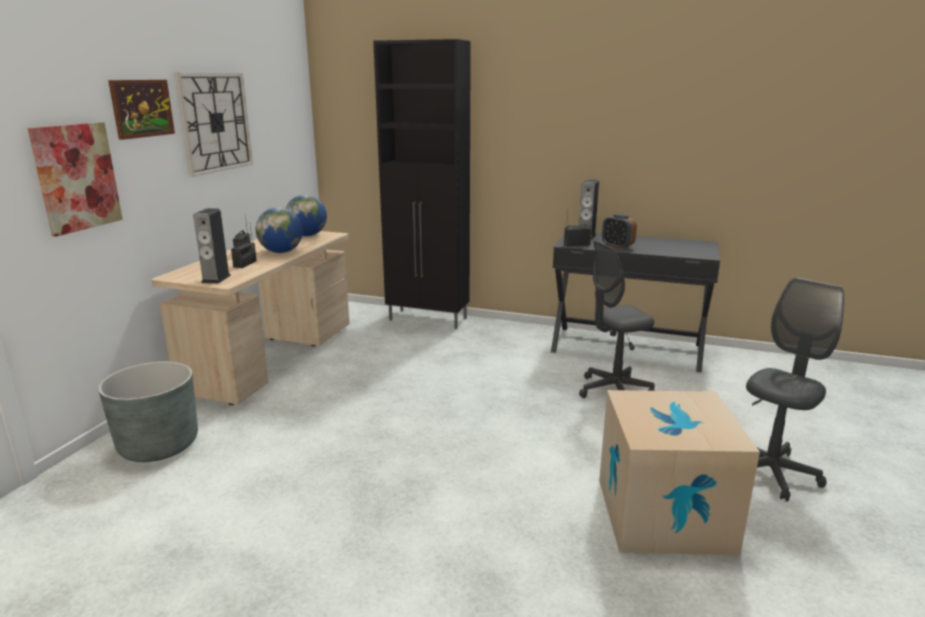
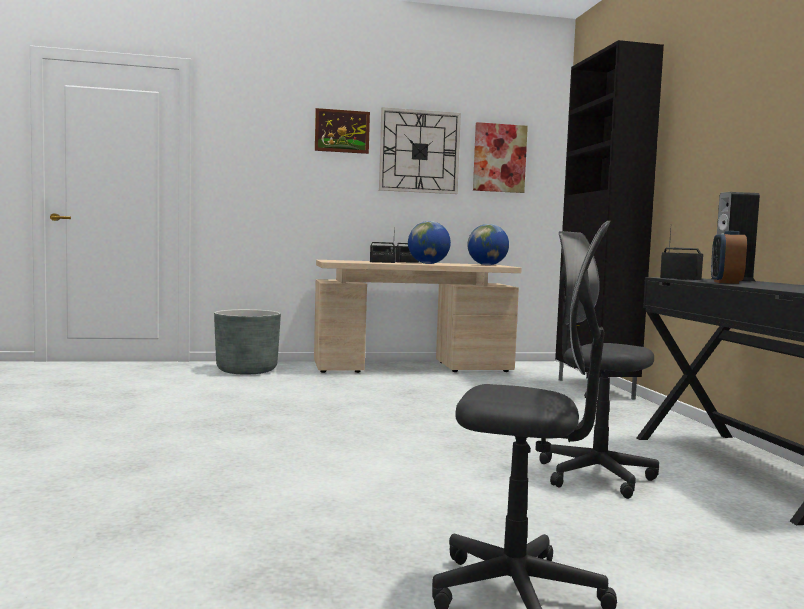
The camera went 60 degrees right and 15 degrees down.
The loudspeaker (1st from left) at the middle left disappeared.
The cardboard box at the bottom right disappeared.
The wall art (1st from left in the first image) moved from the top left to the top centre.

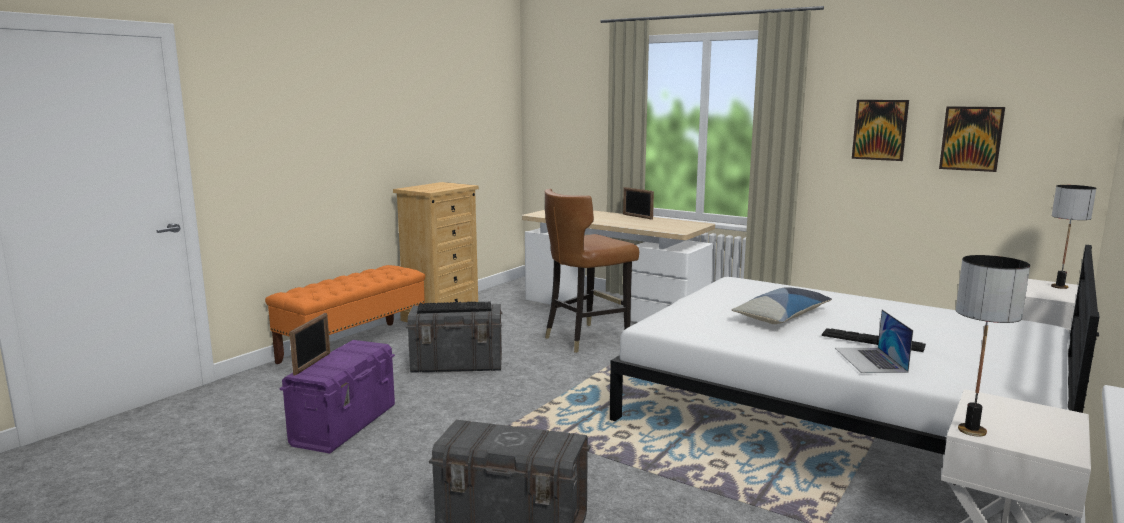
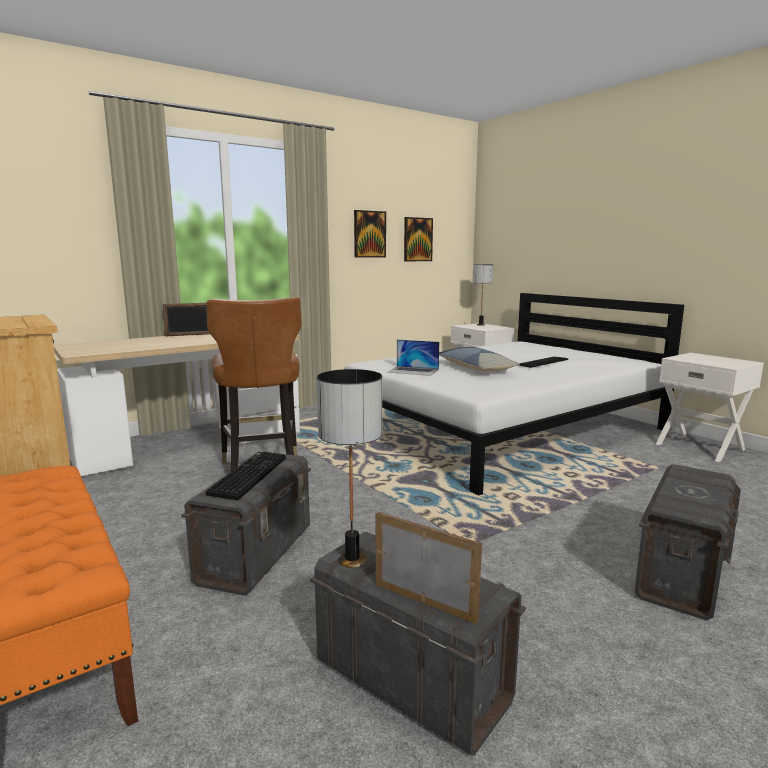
The camera went 70 degrees left and 0 degrees up.
The notebook computer moved from the middle right to the centre.
The tabletop lamp (1st from left) moved from the middle right to the centre.
The storage box (purplish) at the bottom left became the storage box (grey) (2nd from left) at the bottom centre.

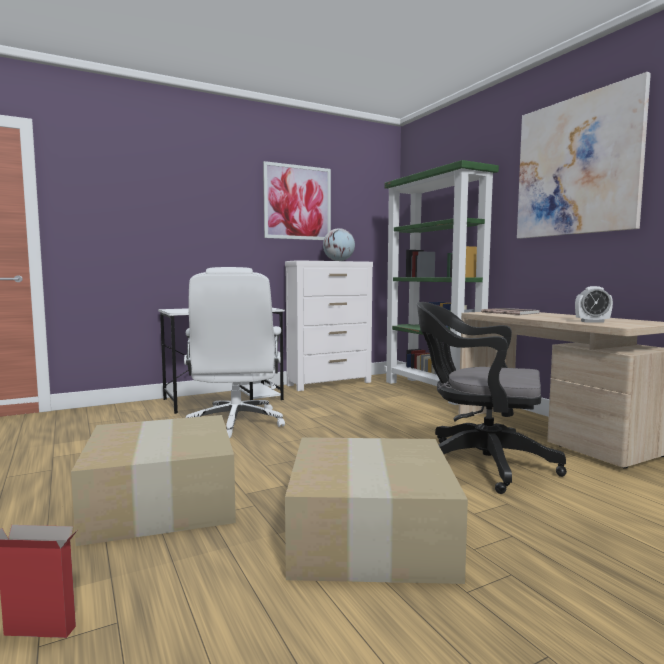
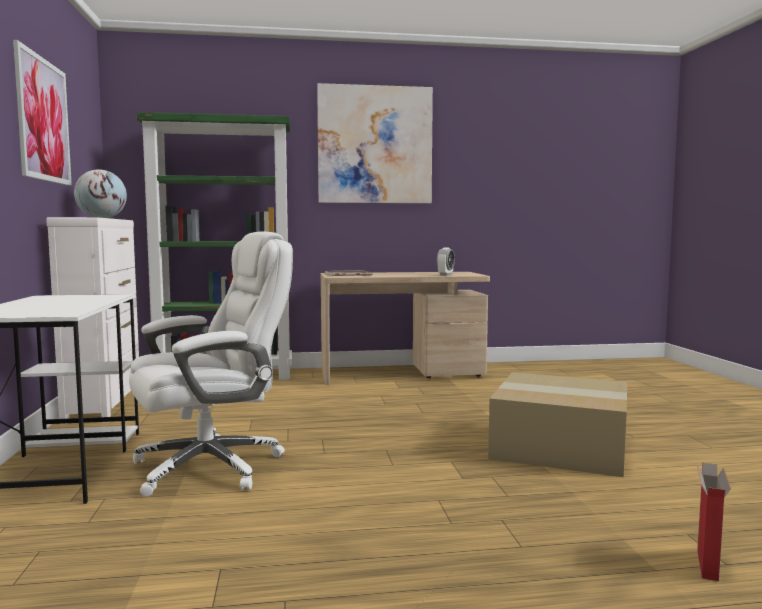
The camera went 70 degrees left and 0 degrees up.
The cardboard box (2nd from left) at the bottom left disappeared.
The computer chair (black) at the middle right disappeared.
The computer chair (white) at the centre turned 45 degrees counterclockwise.

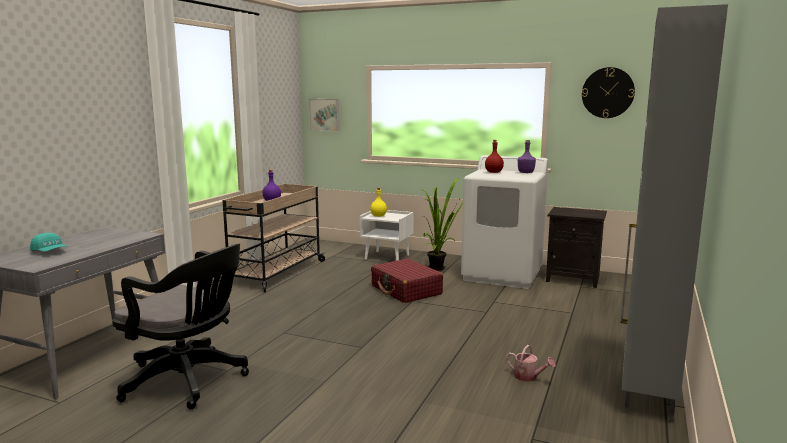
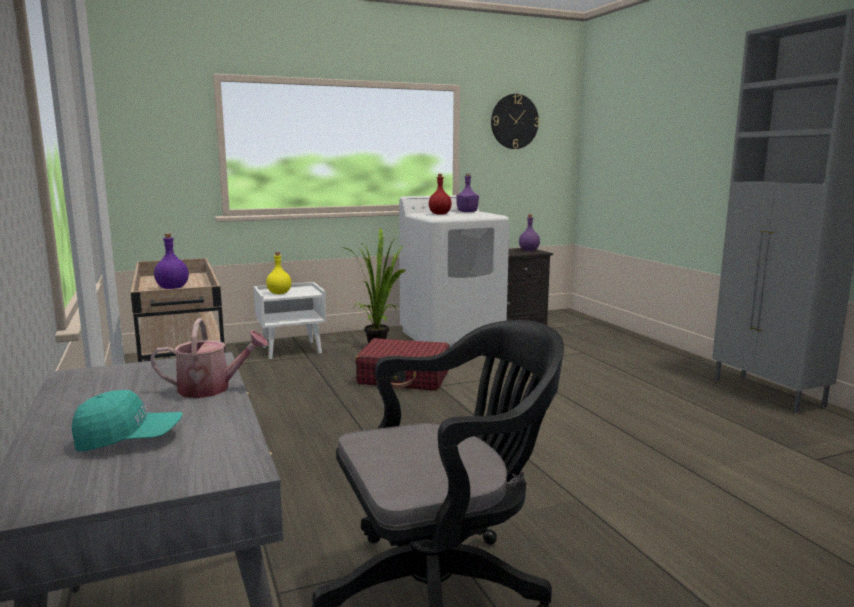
The camera went 45 degrees left and 0 degrees up.
The wall art at the top centre disappeared.
The bottle (purplish) (3rd from left) at the centre appeared.
The watering pot moved from the bottom right to the middle left.

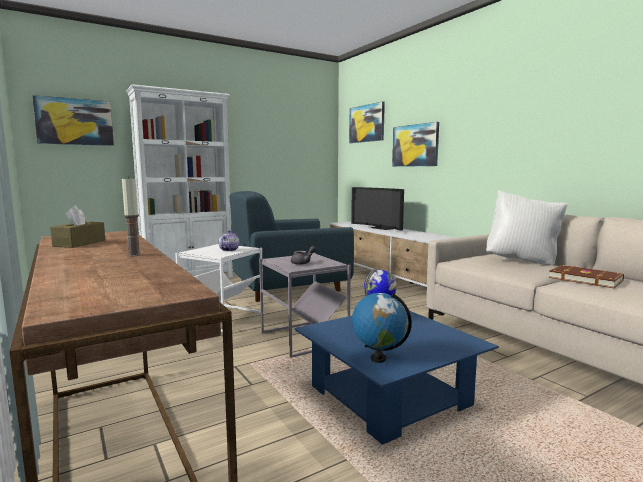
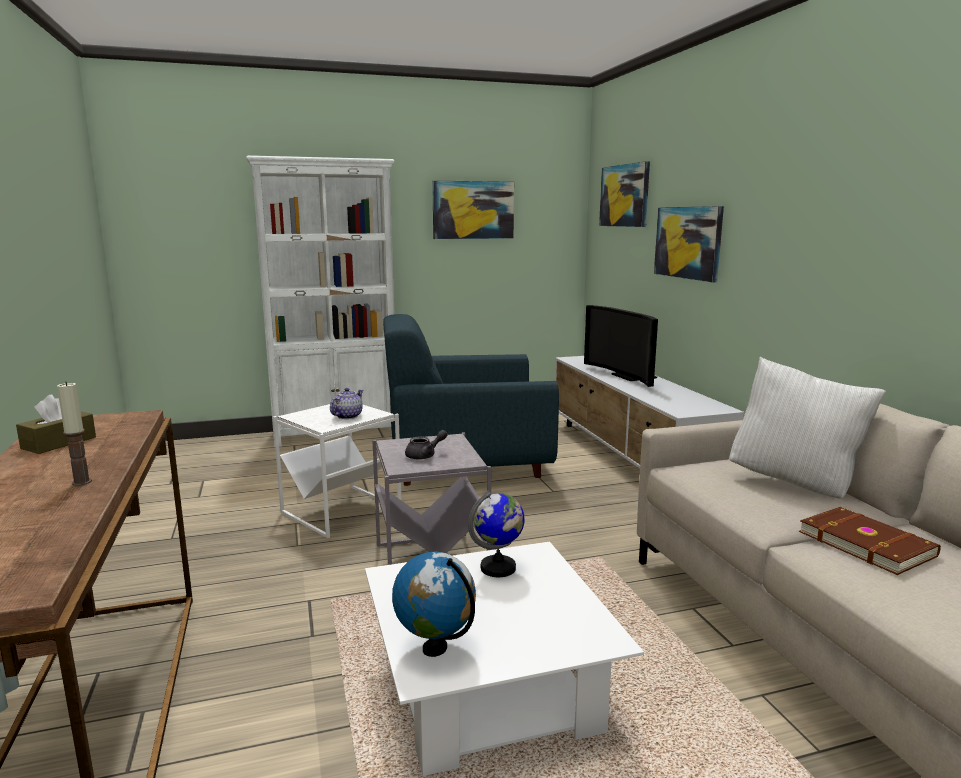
The camera went 15 degrees right and 5 degrees up.
The wall art (1st from left) moved from the top left to the top centre.
The lounge table (bluish) at the bottom centre became the lounge table (white) at the bottom centre.

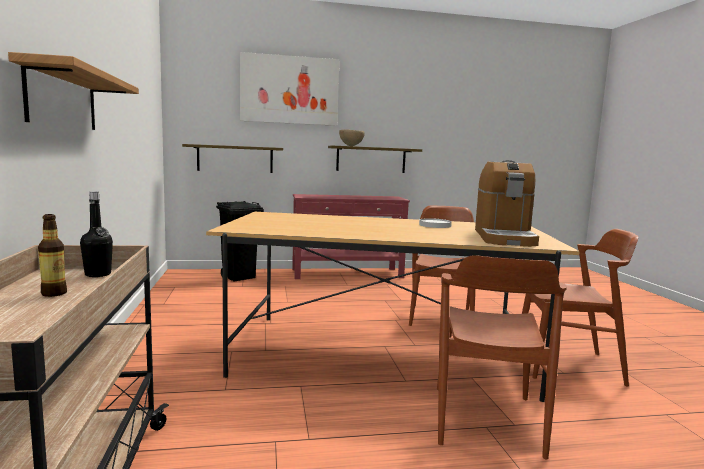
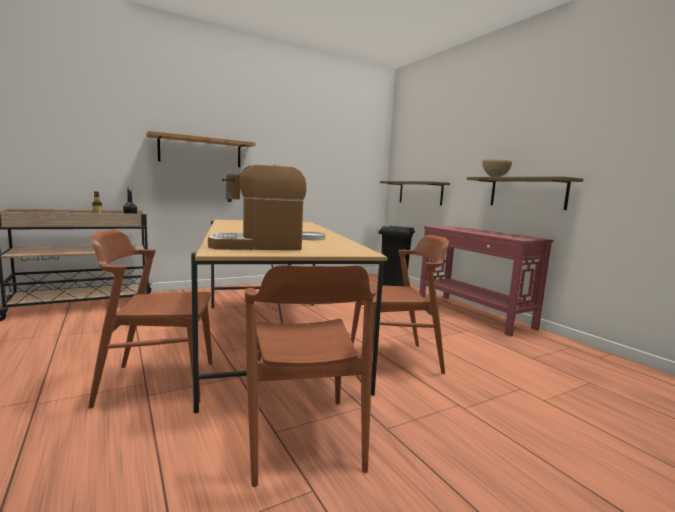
The camera went 70 degrees right and 0 degrees up.
The wall art at the top centre disappeared.

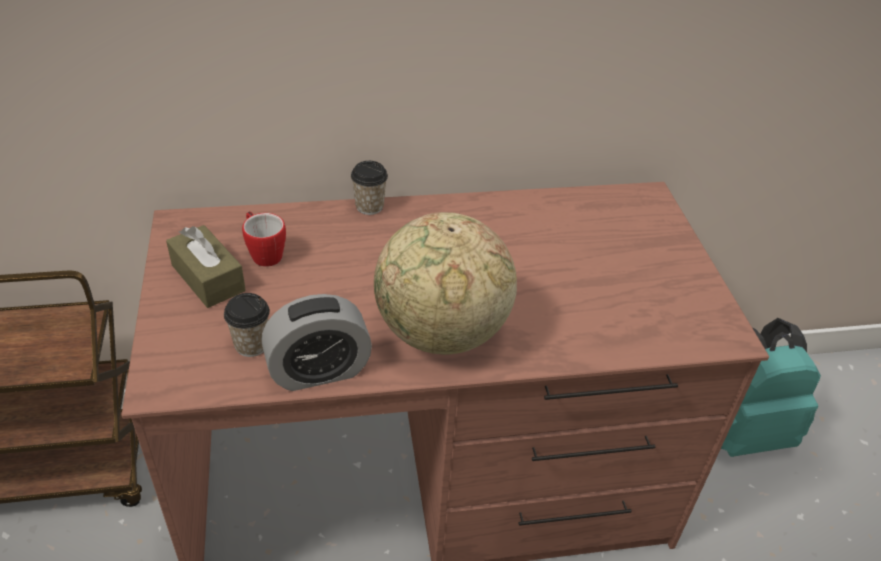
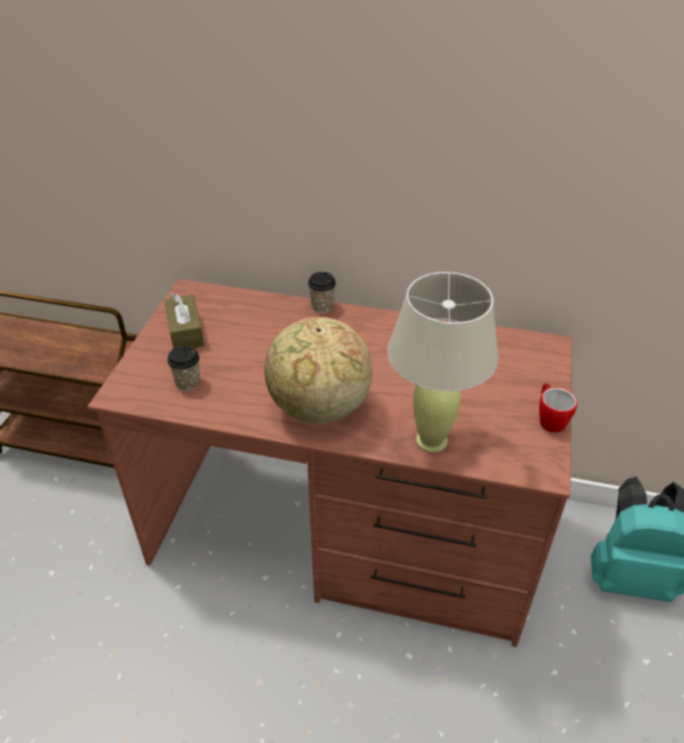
The camera went 25 degrees right and 0 degrees up.
The bedside clock at the centre disappeared.
The tabletop lamp (beige-coloured) at the centre appeared.
The coffee mug moved from the middle left to the middle right.

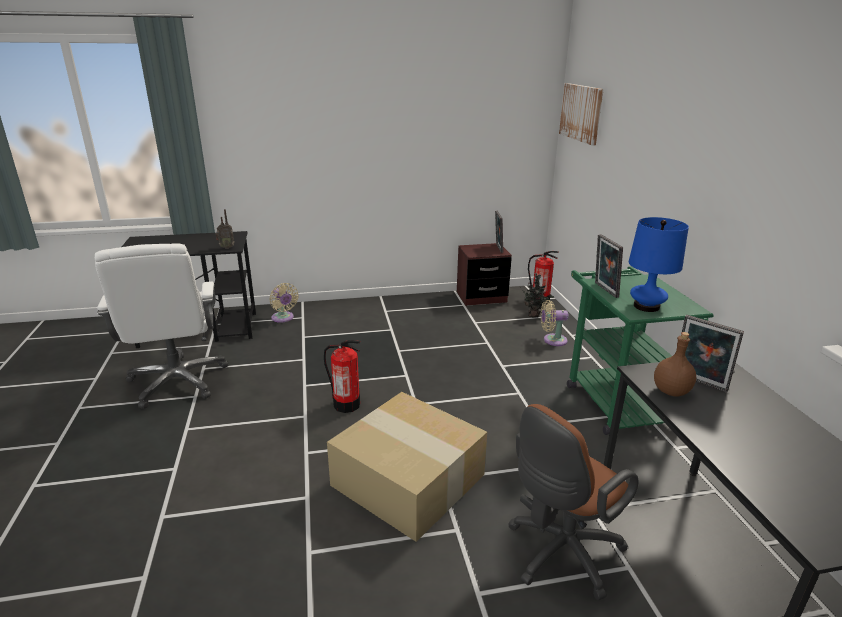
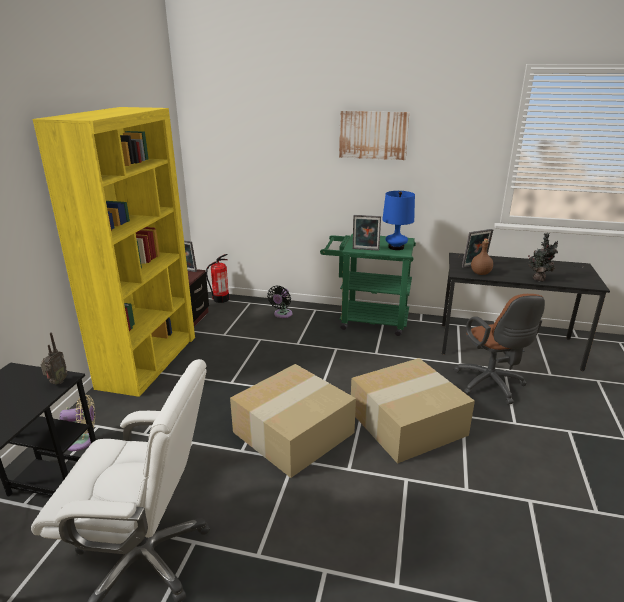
The camera went 65 degrees left and 0 degrees up.
The bookcase (yellowish) at the middle left appeared.
The houseplant moved from the centre to the middle right.
The wall art moved from the top right to the top centre.
The extinguisher (1st from left) at the centre was replaced by the cardboard box (1st from left) at the bottom centre.
The fan (beige-coloured) (2nd from left) at the centre became the fan (black) at the centre.

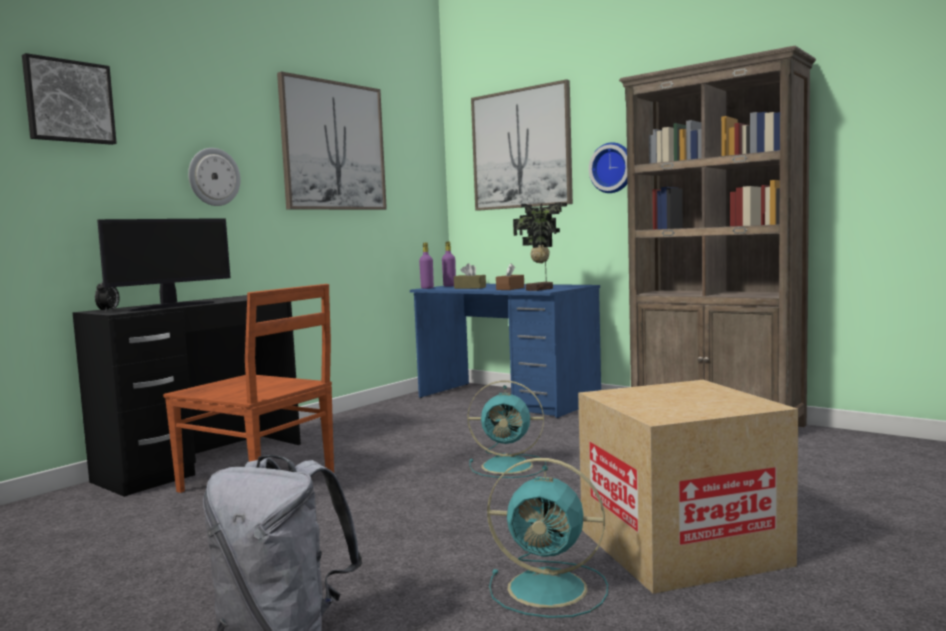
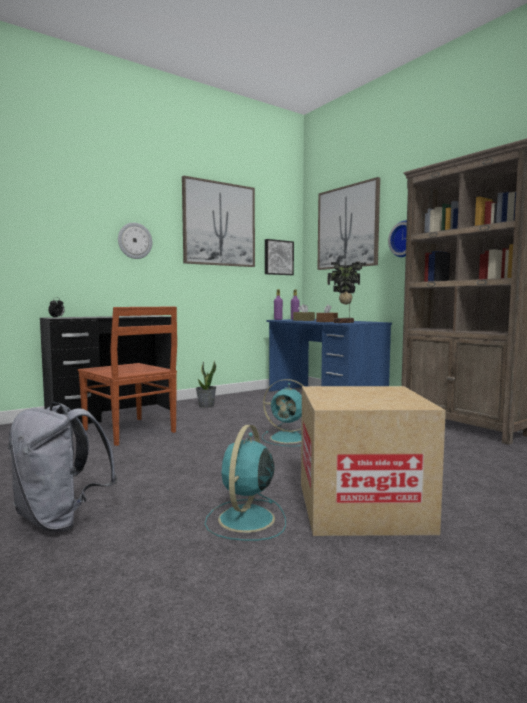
The camera went 15 degrees right and 0 degrees up.
The computer display at the middle left disappeared.
The houseplant (1st from left) at the centre appeared.
The wall art (1st from left in the first image) moved from the top left to the centre.
The fan (turquoise) (2nd from left in the first image) at the bottom centre turned 75 degrees clockwise.

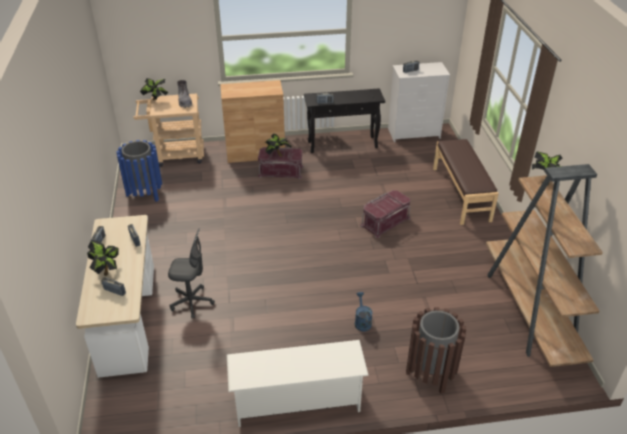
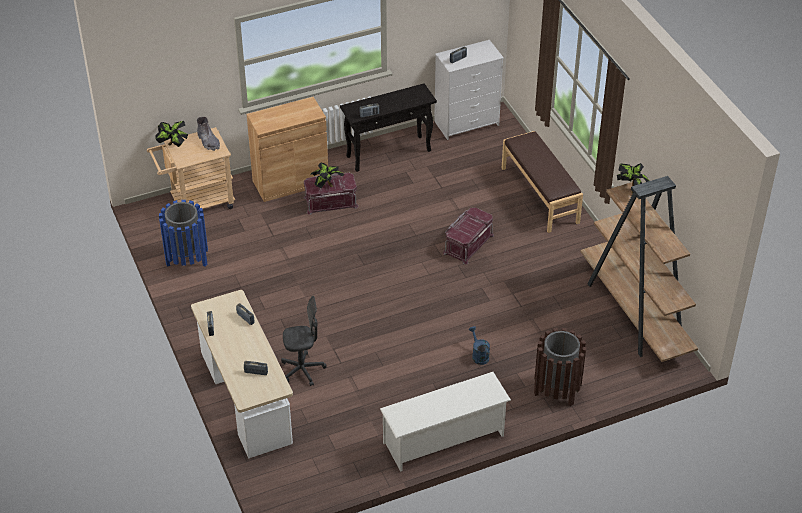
The camera went 15 degrees left and 5 degrees up.
The houseplant (1st from left) at the middle left disappeared.

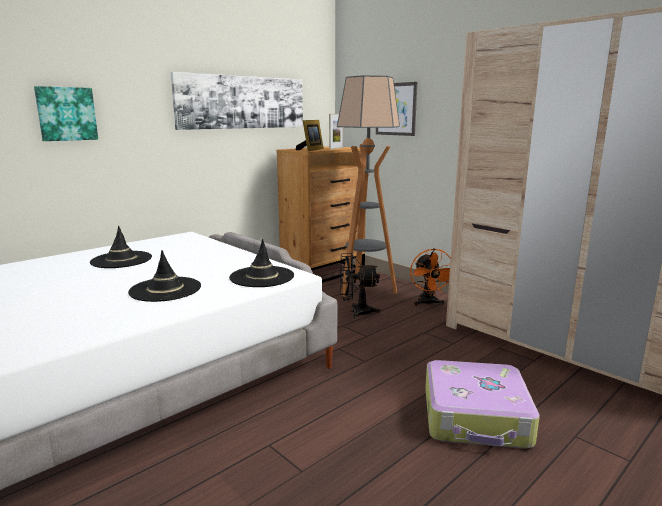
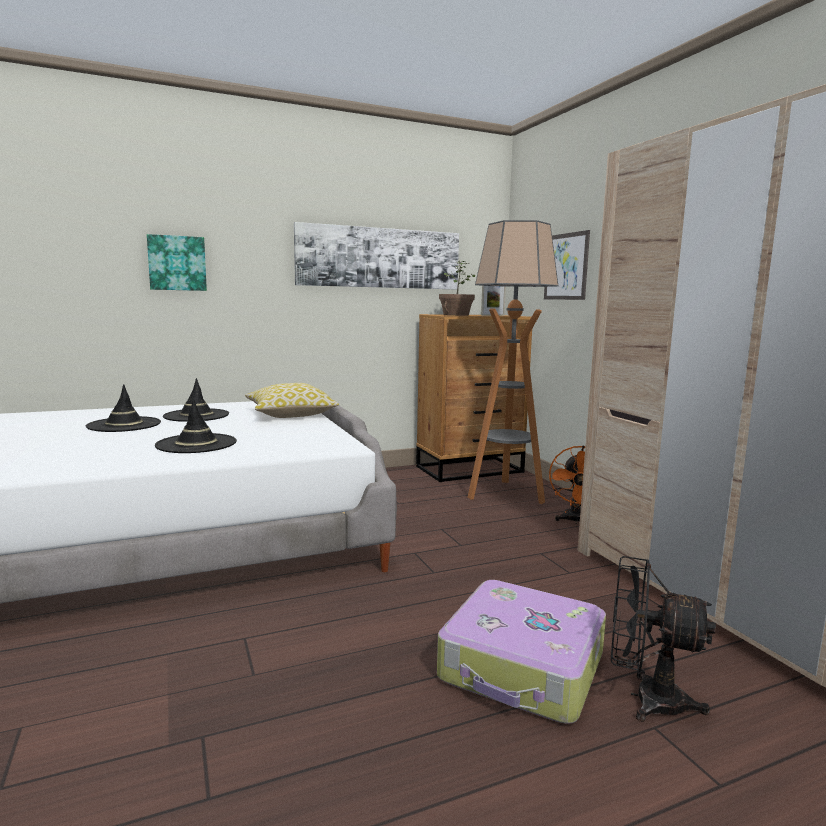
The camera went 20 degrees right and 5 degrees down.
The pillow at the centre appeared.
The wearable hat (black) (3rd from left in the first image) moved from the centre to the middle left.
The fan (black) moved from the centre to the bottom right.
The standing frame (1st from left) at the top centre was replaced by the houseplant at the centre.

